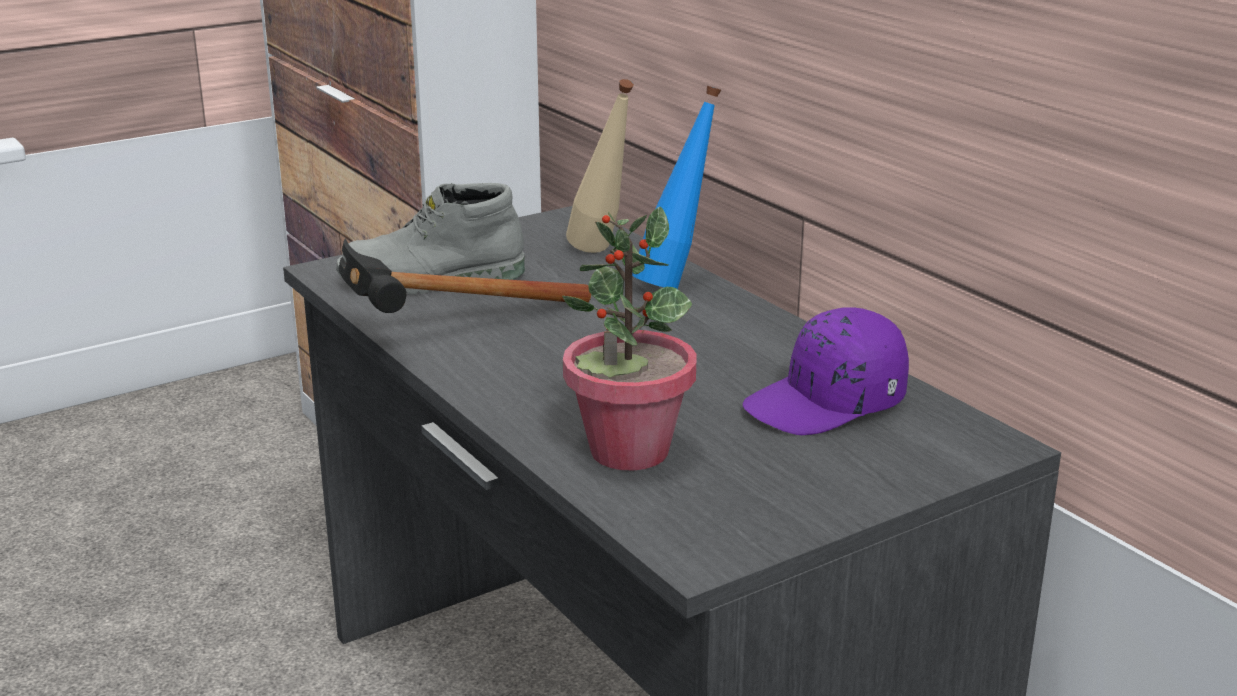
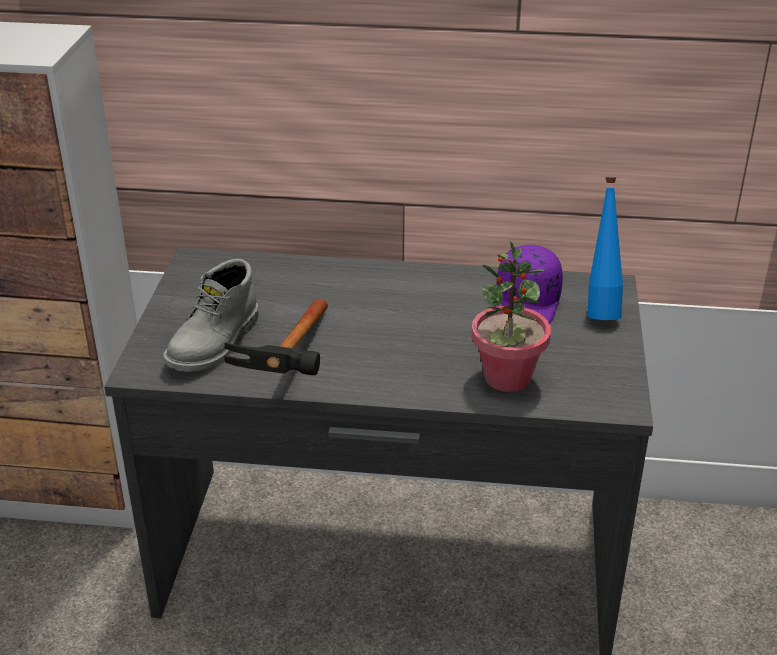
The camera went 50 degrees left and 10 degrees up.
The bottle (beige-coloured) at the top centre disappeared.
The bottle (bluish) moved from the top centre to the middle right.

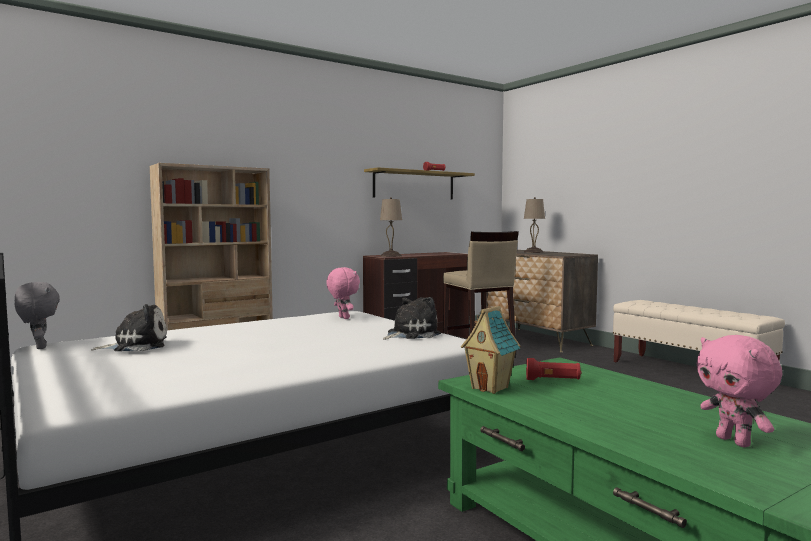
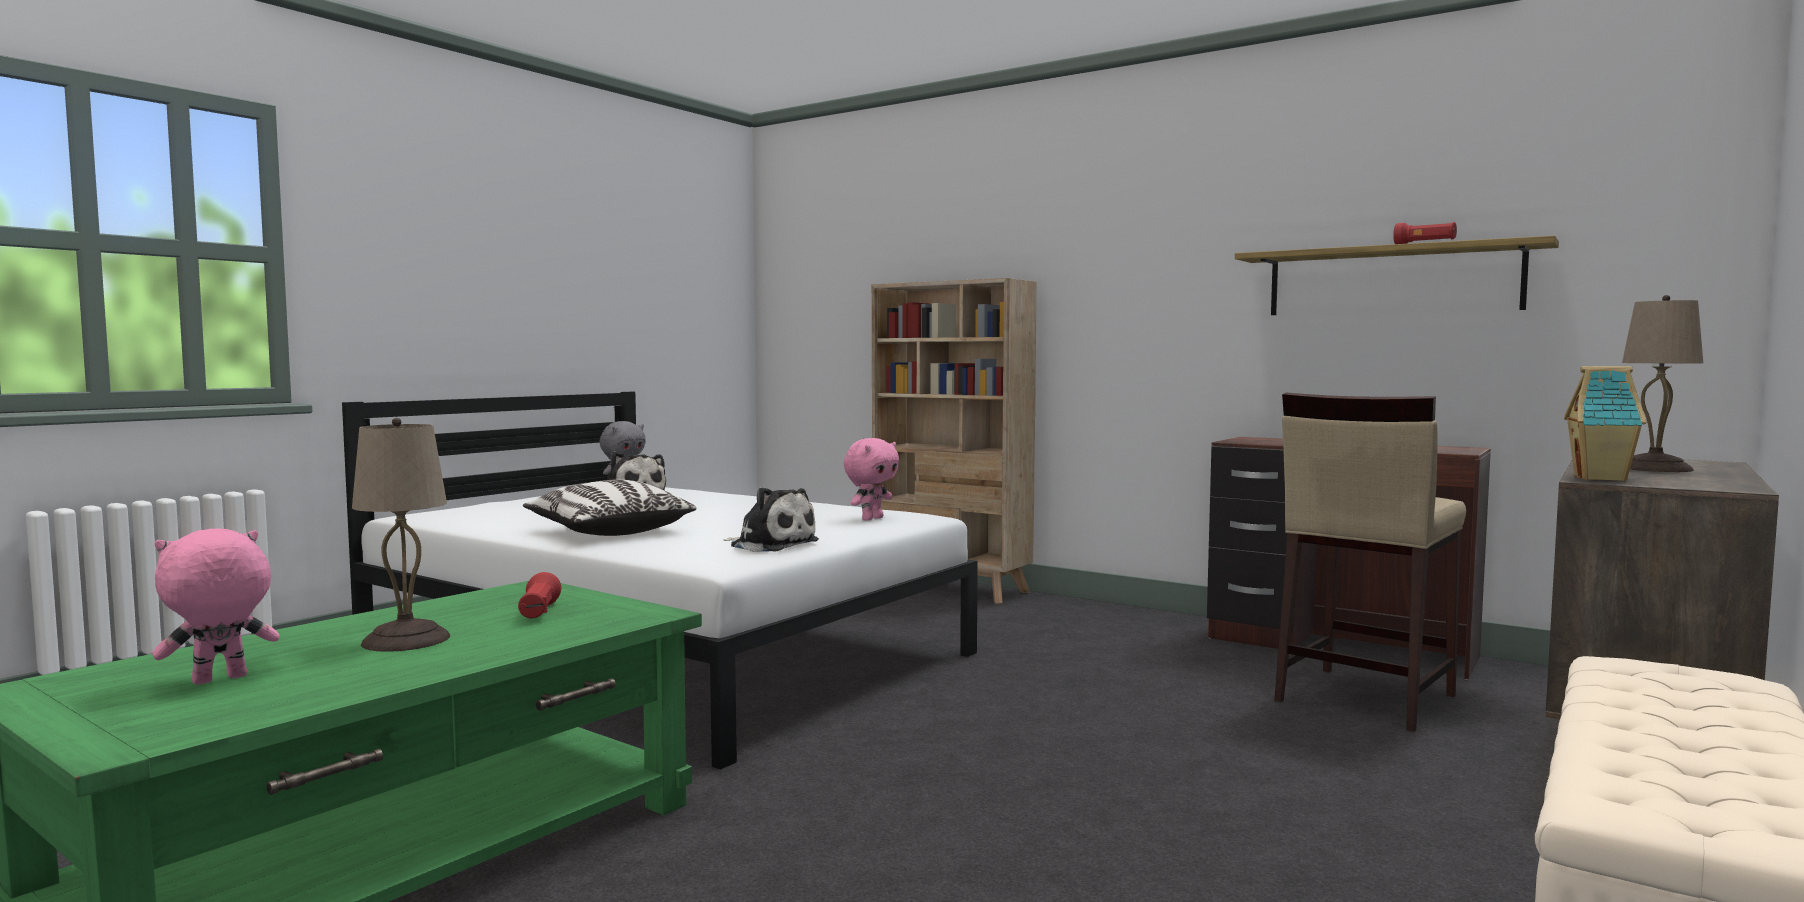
The camera went 70 degrees right and 0 degrees up.
The pillow at the centre appeared.
The tabletop lamp (beige-coloured) (1st from left) moved from the centre to the middle left.
The model house moved from the centre to the middle right.

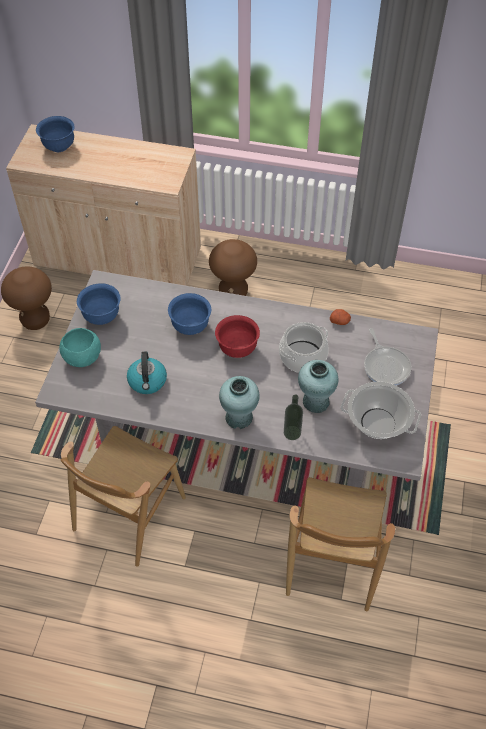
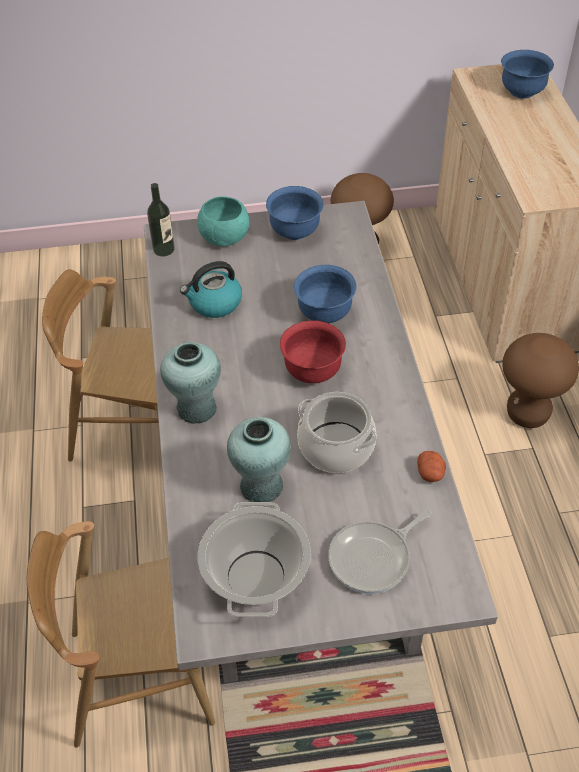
The camera went 70 degrees right and 5 degrees down.
The bottle moved from the centre to the top left.

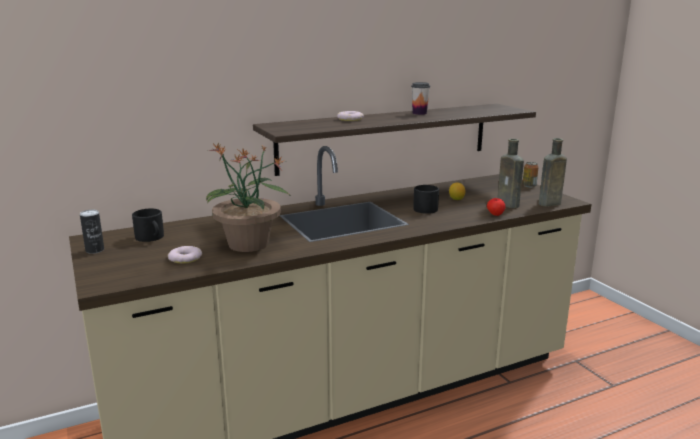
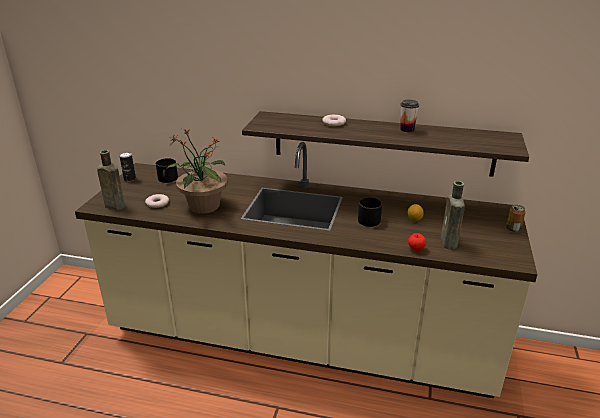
The camera went 40 degrees right and 10 degrees up.
The bottle (brown) (2nd from left in the first image) moved from the middle right to the middle left.

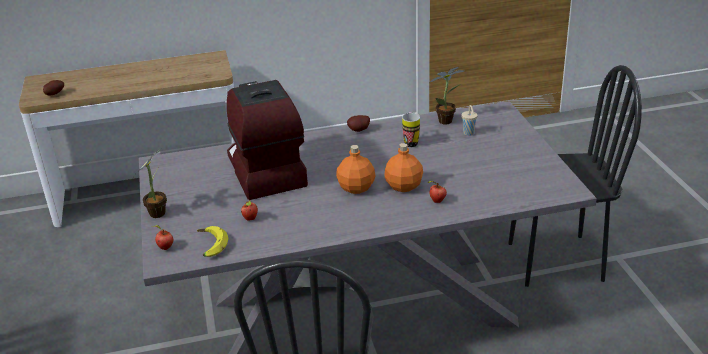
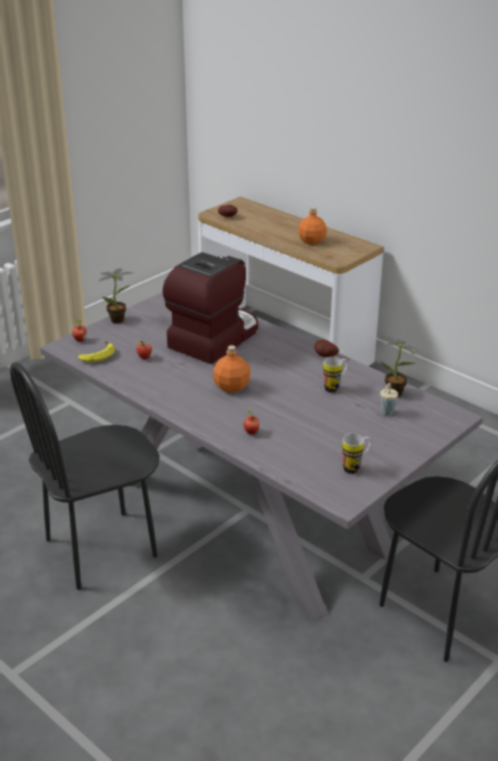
The camera went 55 degrees right and 0 degrees up.
The coffee mug (2nd from left) at the middle right appeared.
The bottle (orangey) (2nd from left) moved from the centre to the top centre.

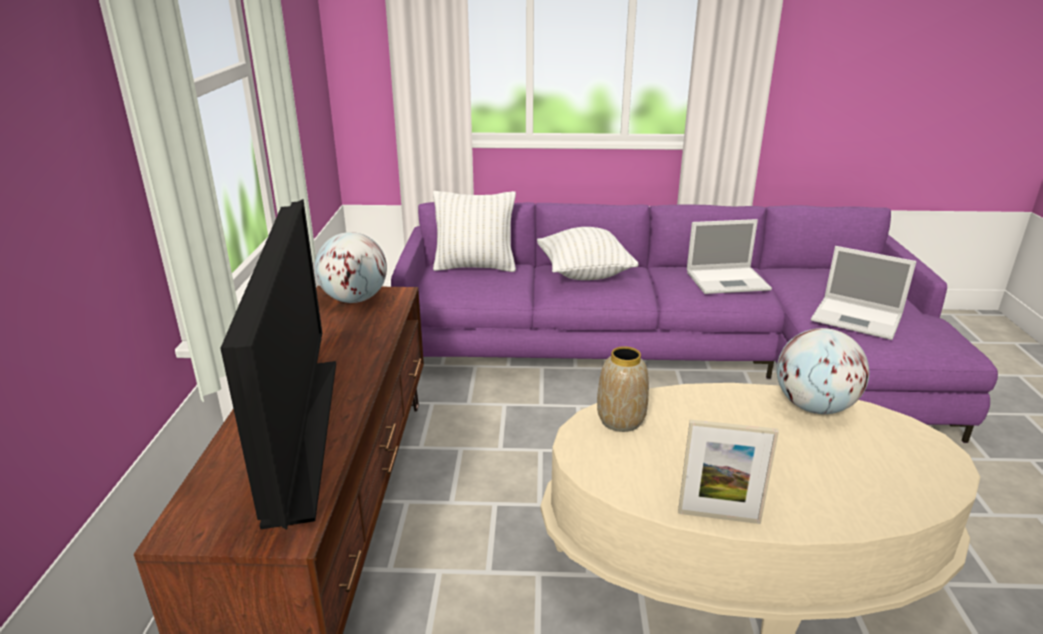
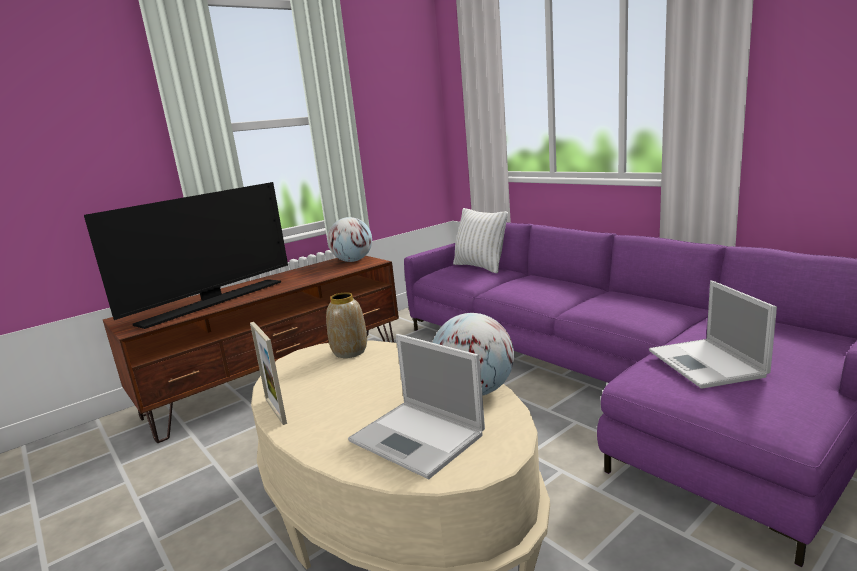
The camera went 50 degrees right and 10 degrees down.
The pillow (white) (2nd from left) at the centre disappeared.
The notebook computer (1st from left) moved from the middle right to the bottom centre.

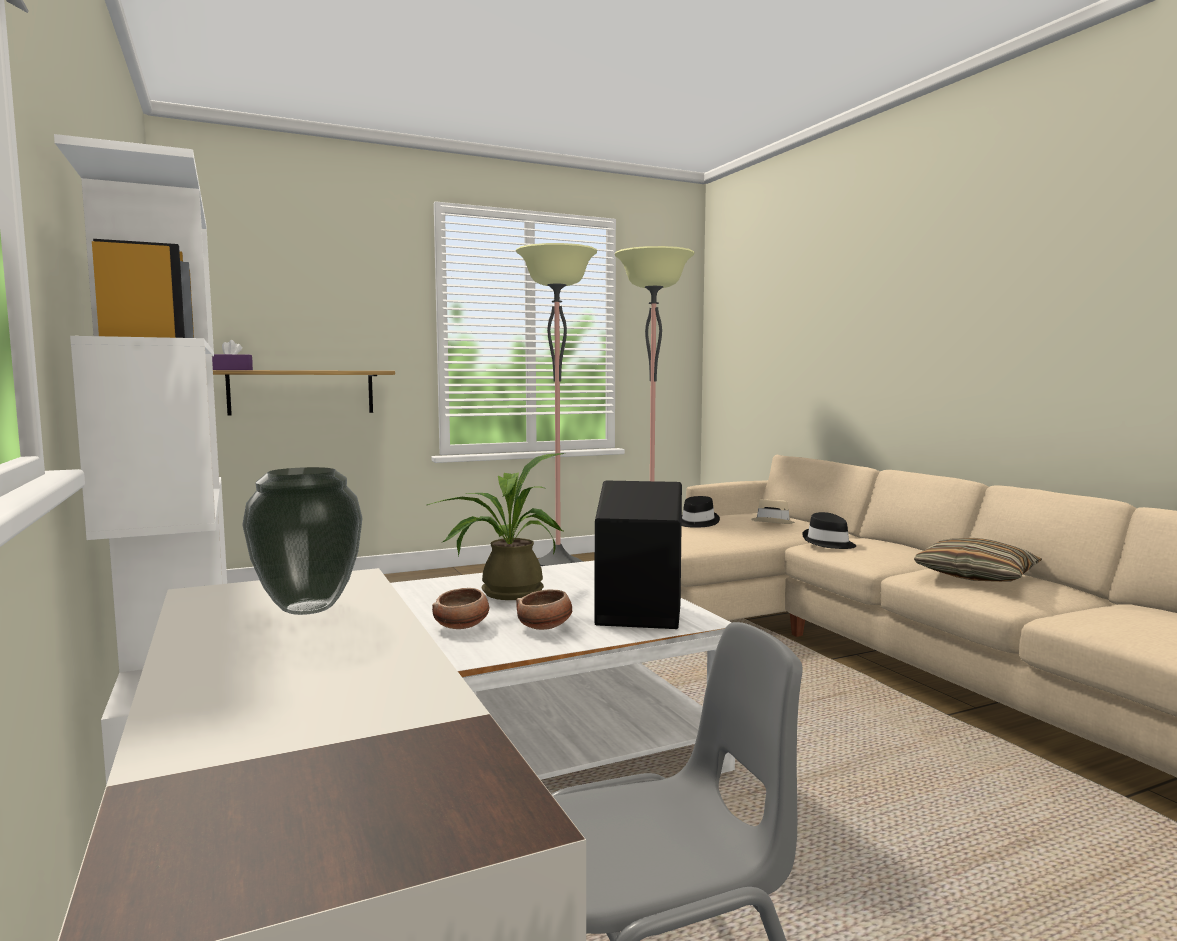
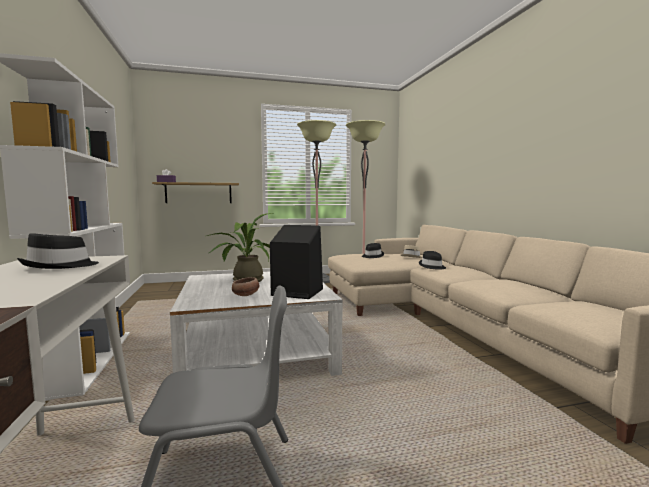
The camera went 10 degrees right and 0 degrees up.
The serving bowl (1st from left) at the centre disappeared.
The pillow at the middle right disappeared.
The flower vase at the middle left was replaced by the wearable hat (black) (1st from left) at the middle left.

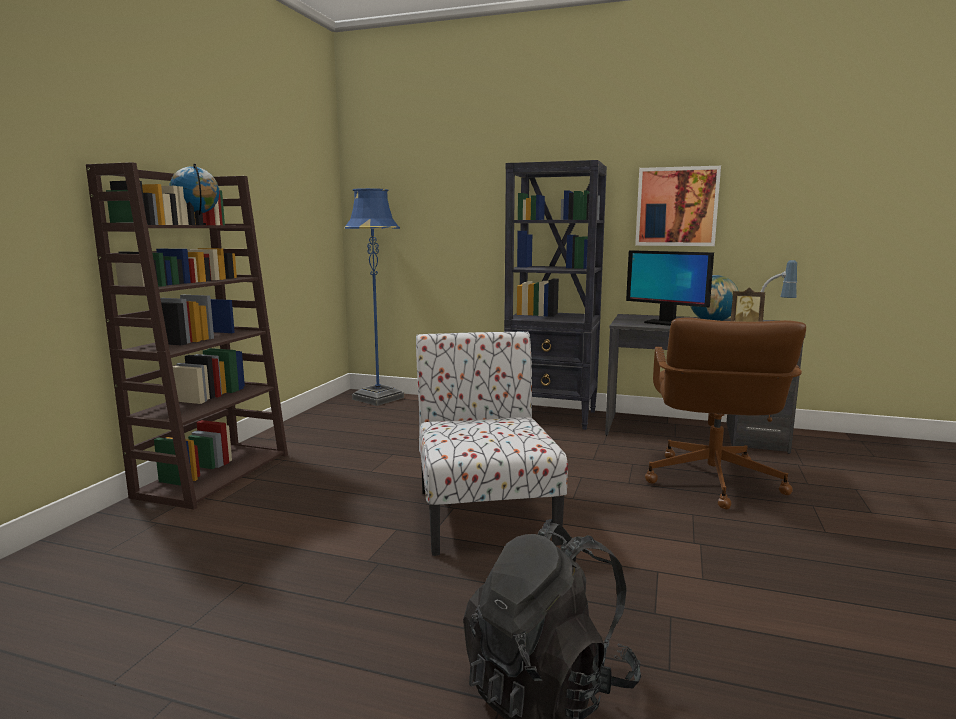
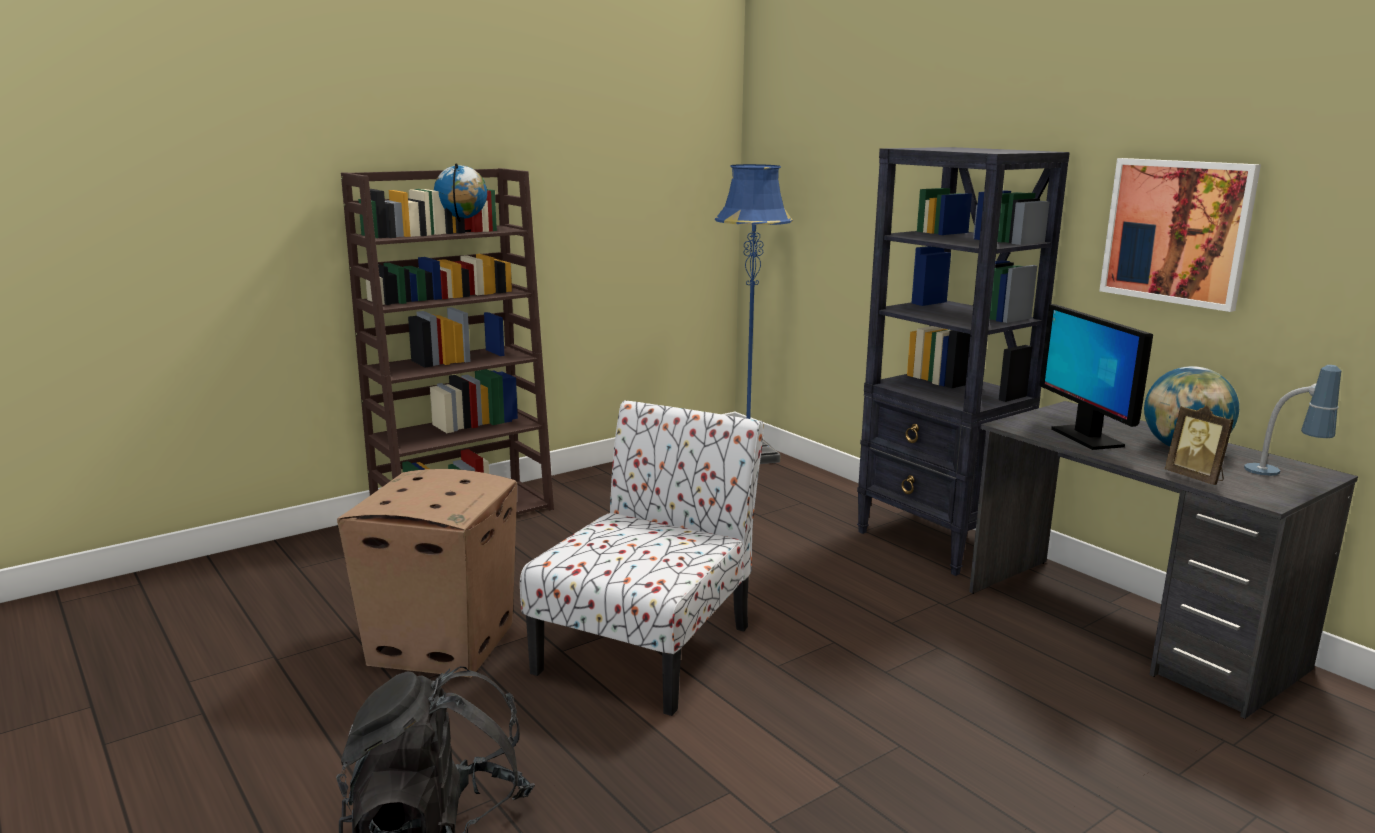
The camera went 35 degrees right and 5 degrees up.
The computer chair (brown) at the middle right disappeared.
The cardboard box at the bottom left appeared.

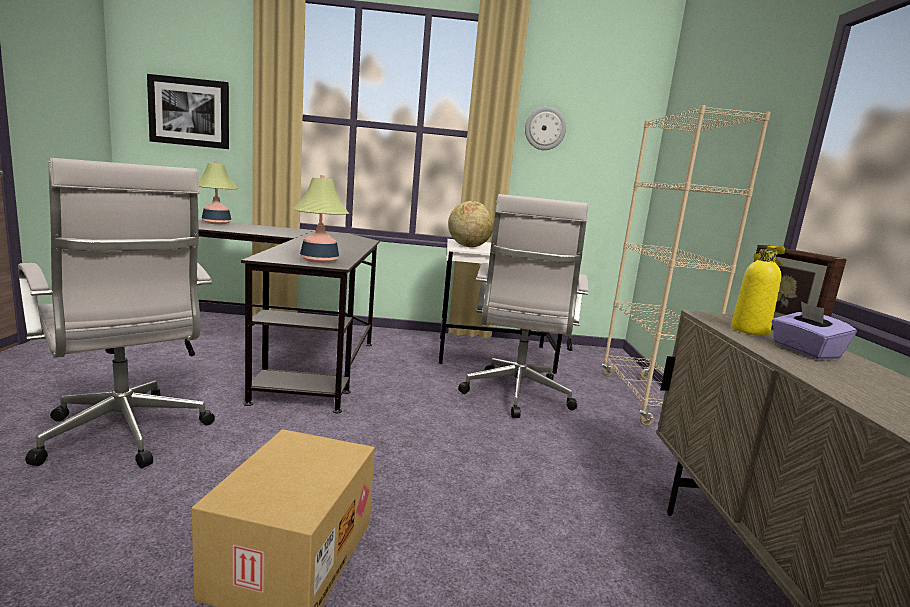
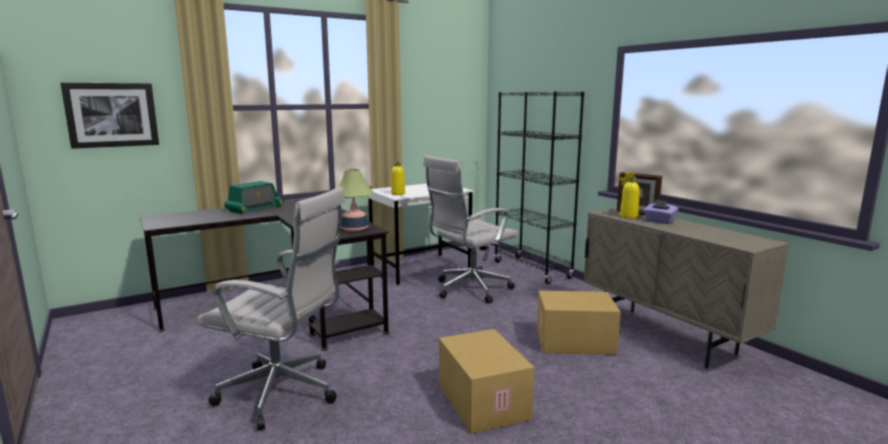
The camera went 30 degrees left and 0 degrees up.
The tabletop lamp (1st from left) at the top left disappeared.
The hanging clock at the top centre disappeared.
The radio set at the middle left appeared.
The cardboard box (2nd from left) at the bottom centre appeared.
The globe at the centre was replaced by the bottle (yellowish) (1st from left) at the centre.
The bookcase (beige-coloured) at the middle right became the bookcase (black) at the centre.
The computer chair (white) (2nd from left) at the centre turned 75 degrees clockwise.

